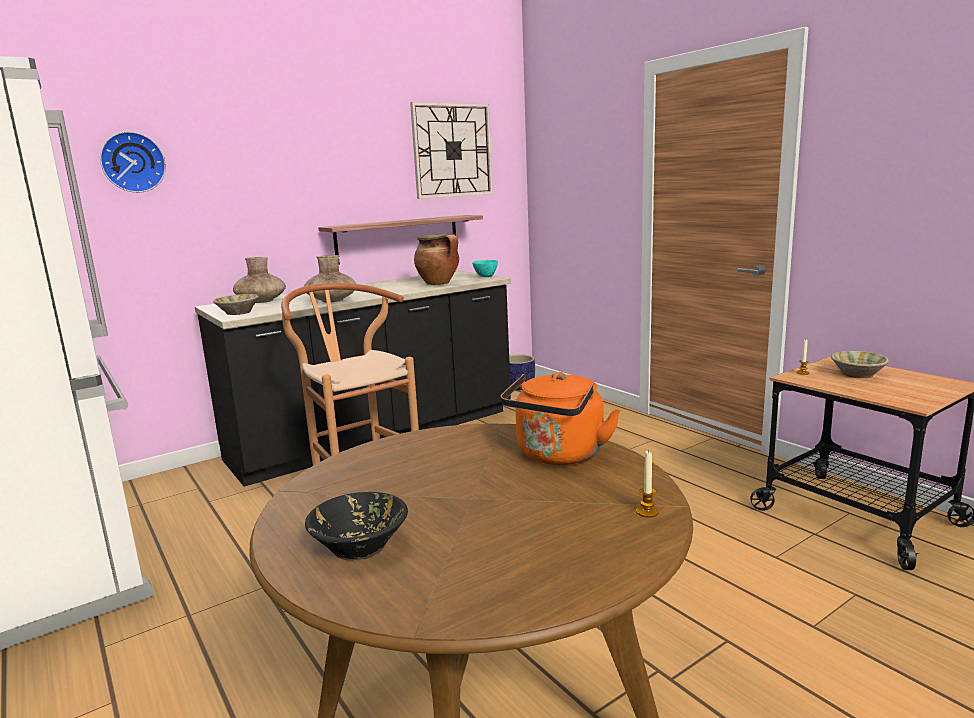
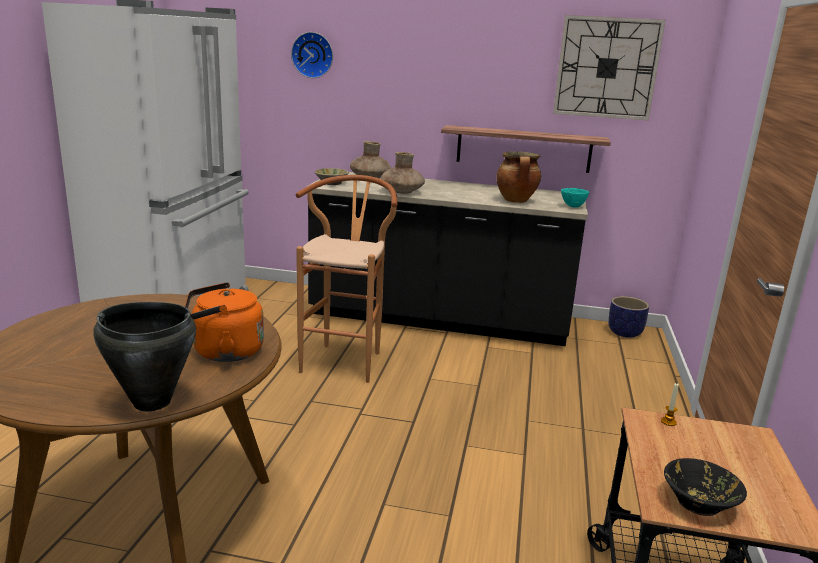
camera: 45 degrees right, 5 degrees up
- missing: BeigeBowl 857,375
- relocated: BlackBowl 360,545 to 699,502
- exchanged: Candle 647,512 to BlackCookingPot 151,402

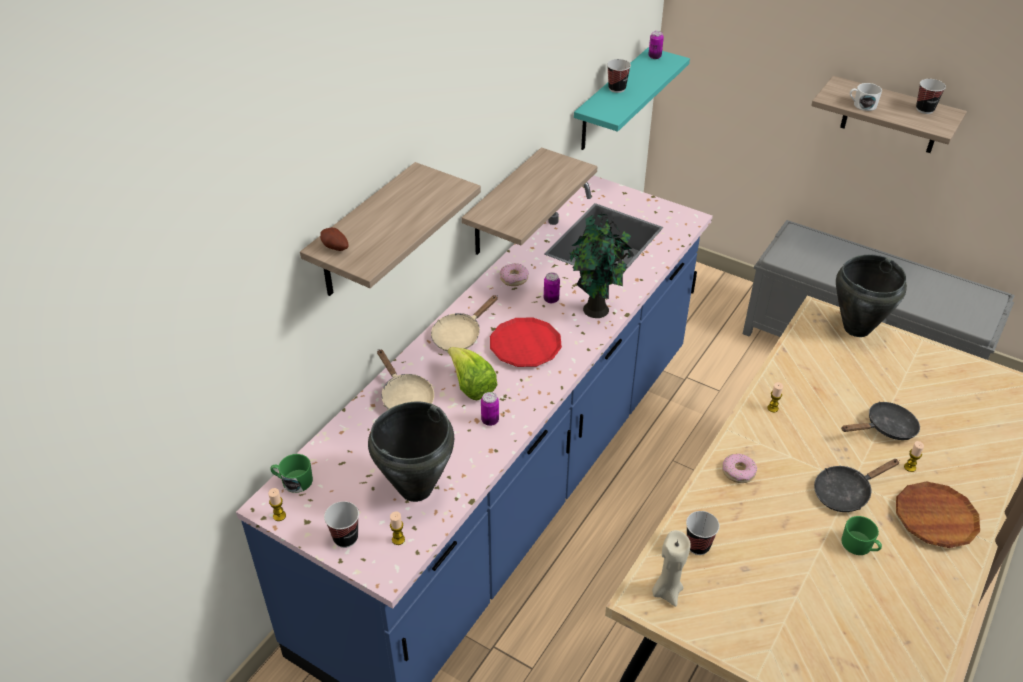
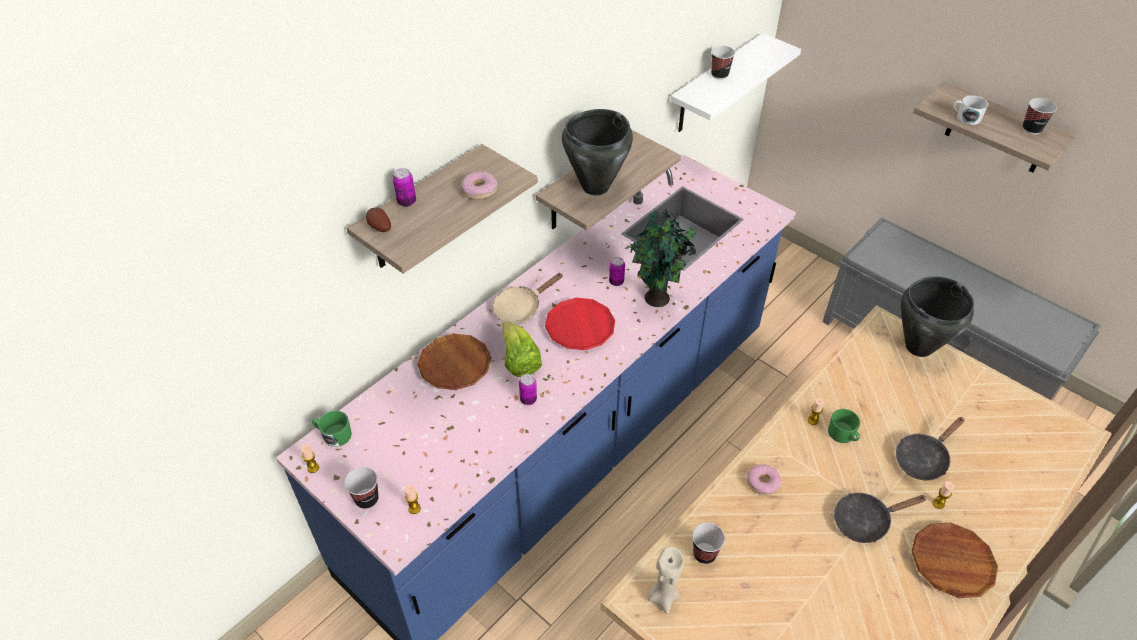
camera: 10 degrees right, 5 degrees up
- relocated: BlackCookingPot 415,489 to 594,187
- relocated: Donut 514,278 to 479,190
- relocated: Can 654,56 to 406,202
- relocated: GreenMug 859,546 to 843,435
- exchanged: BeigeFryingPan 405,398 to BrownPlate 455,365
- colour: TurquoiseShelf 611,100 to WhiteShelf 715,85
- spun: BlackFryingPan 886,428 = 923,458 150 degrees clockwise

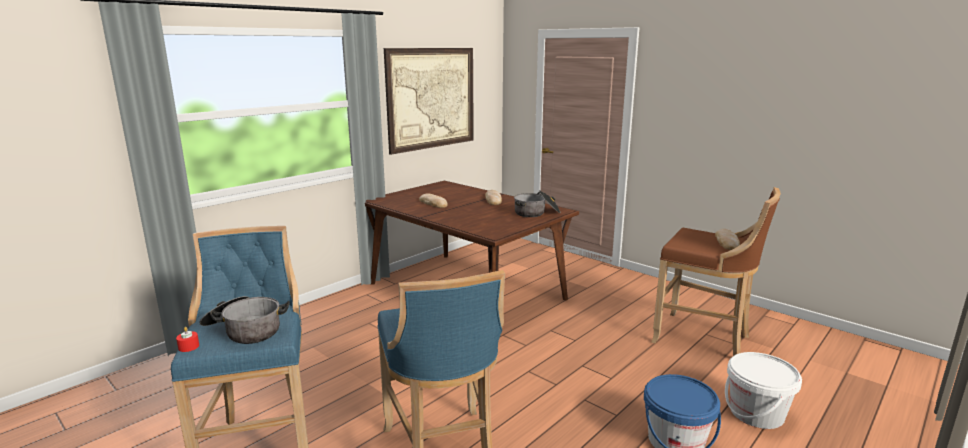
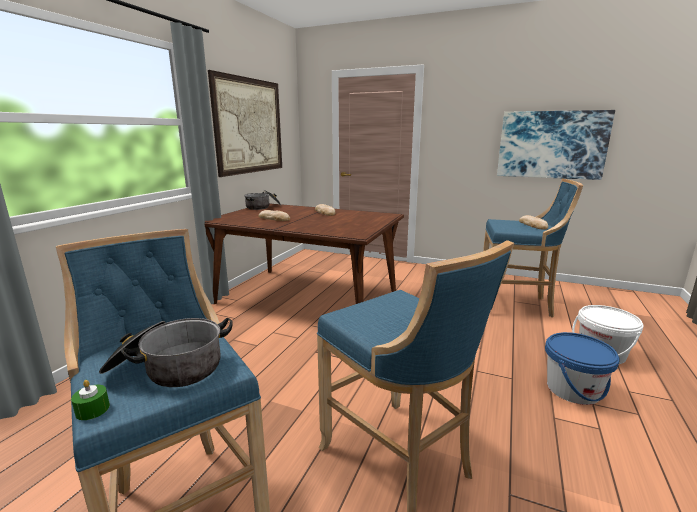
camera: 20 degrees left, 0 degrees up
- appeared: Picture 551,145
- relocated: CookingPot 536,213 to 263,207
- colour: RedCandle 188,347 to GreenCandle 92,410
- colour: BrownStool 704,339 to BlueStool 516,305

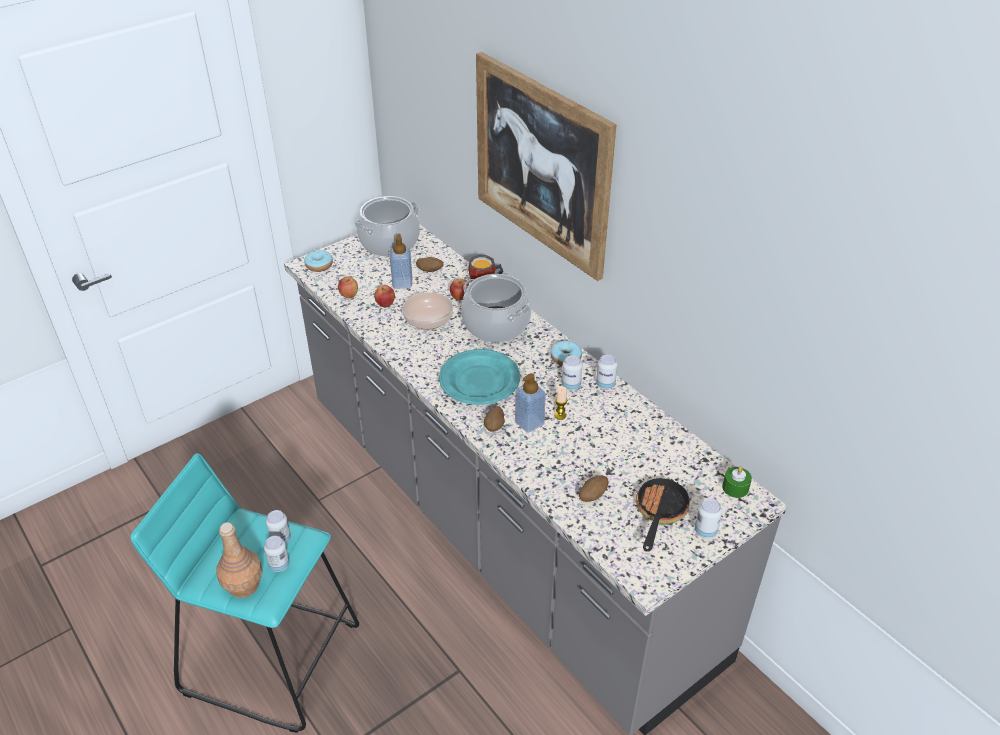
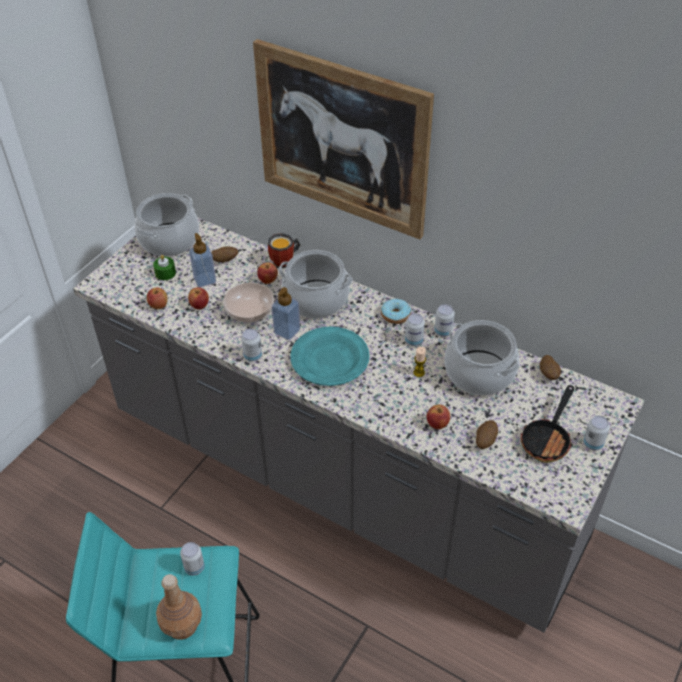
camera: 20 degrees left, 5 degrees up
- missing: Donut 319,265
- appeared: Apple 437,424
- appeared: CookingPot 479,373
- relocated: Can 279,565 to 253,356
- relocated: Potato 494,427 to 548,374
- relocated: SoapDispenser 529,423 to 287,331
- relocated: GreenCandle 735,488 to 165,273
- spun: FryingPan 659,512 = 547,439 150 degrees counterclockwise

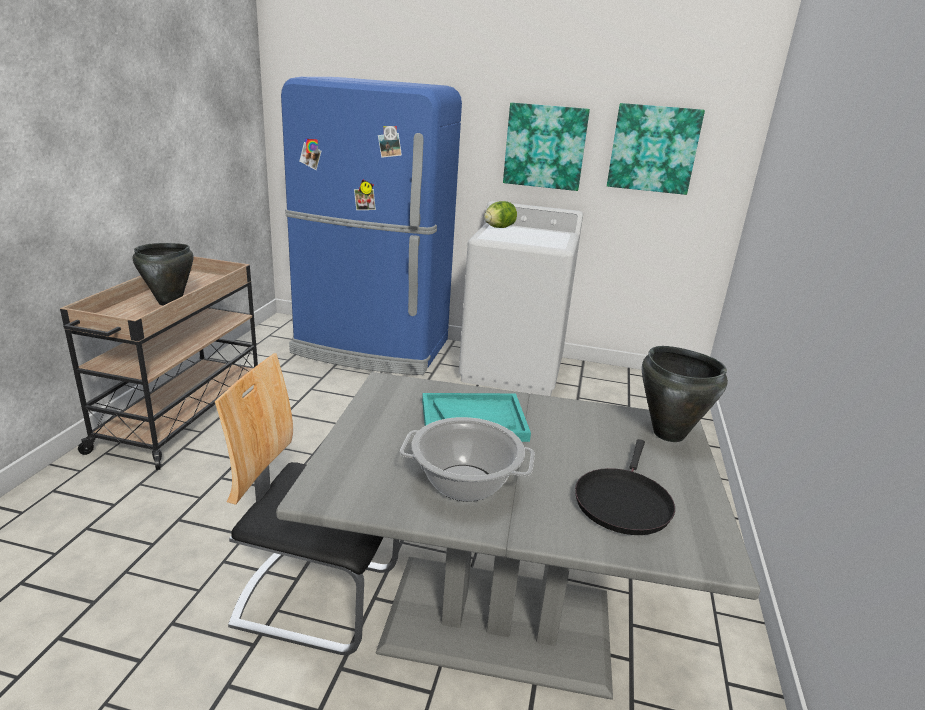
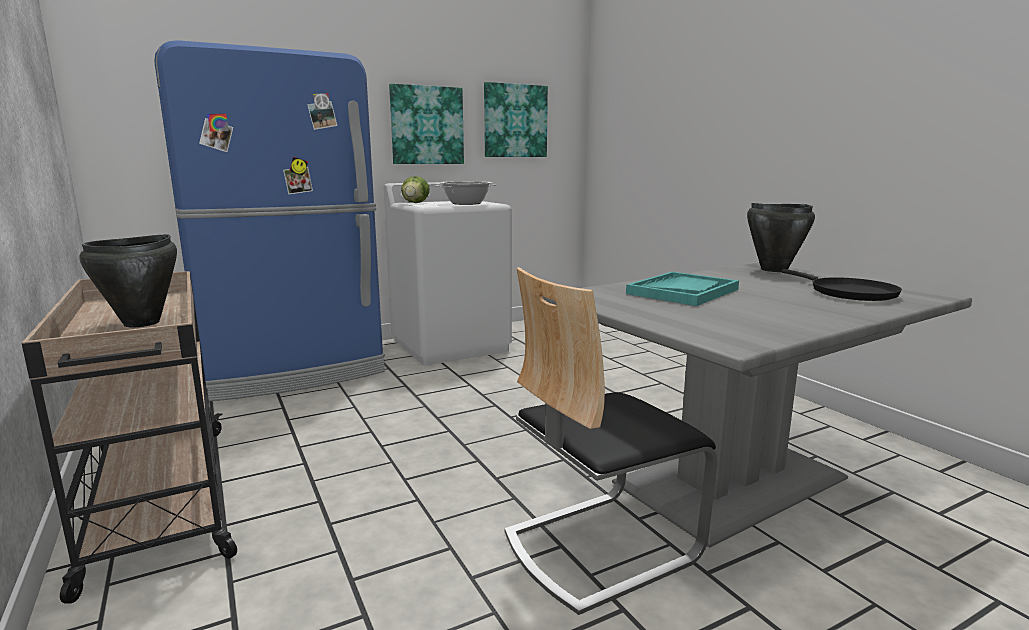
camera: 40 degrees left, 10 degrees down
- relocated: CookingPot 465,483 to 466,203

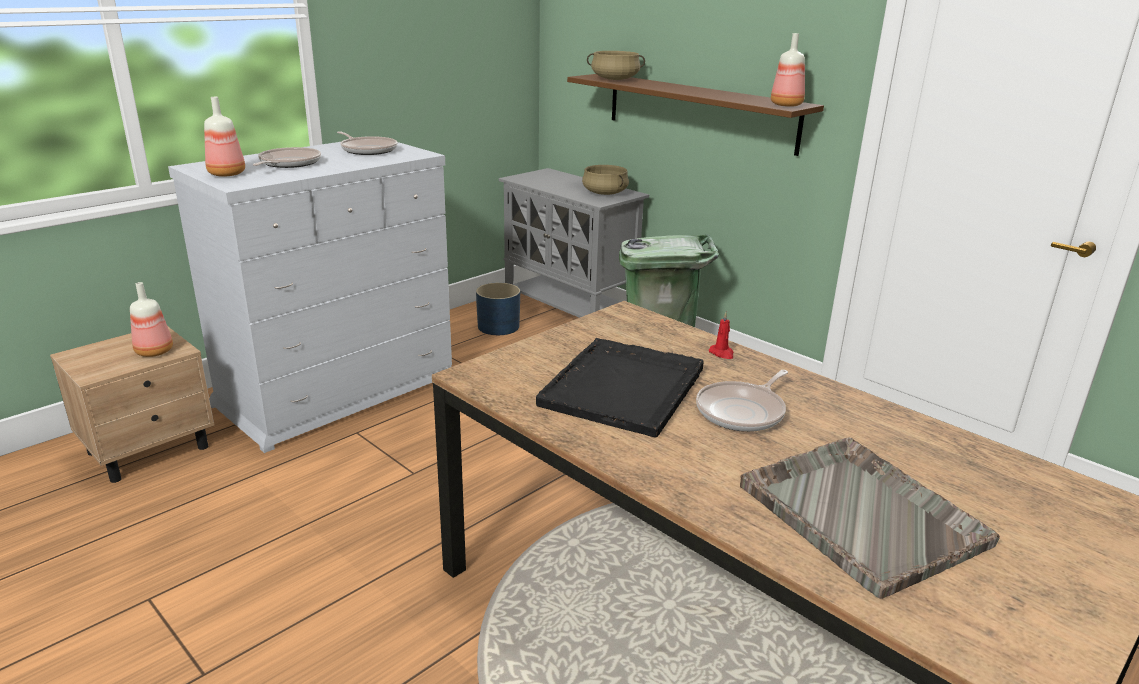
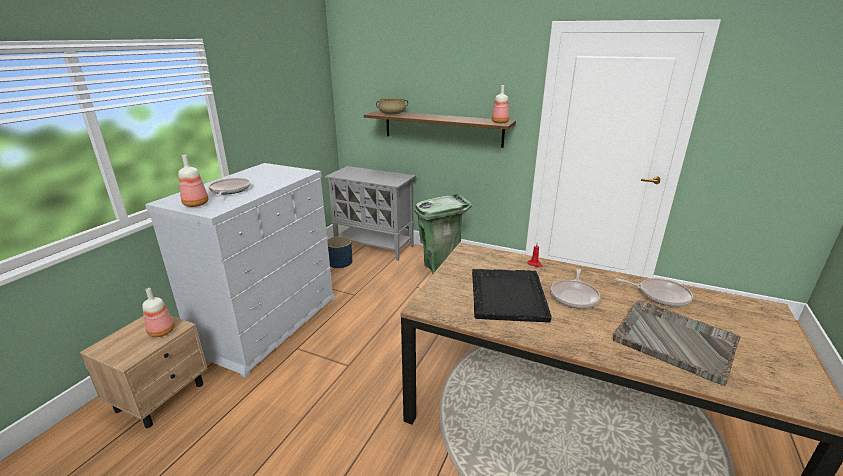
camera: 20 degrees left, 0 degrees up
- missing: BeigeCookingPot 605,193
- relocated: FryingPan 368,150 to 660,295

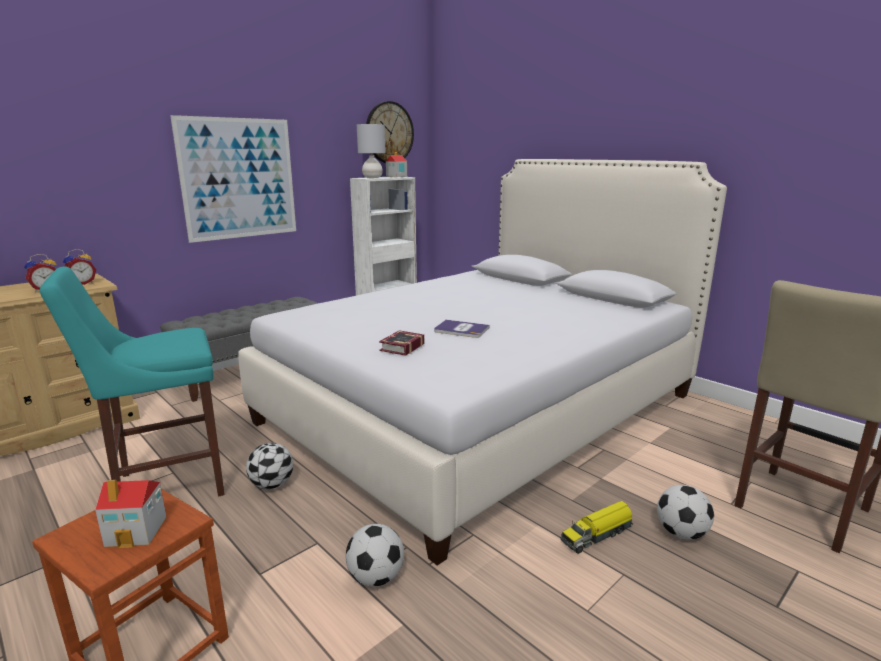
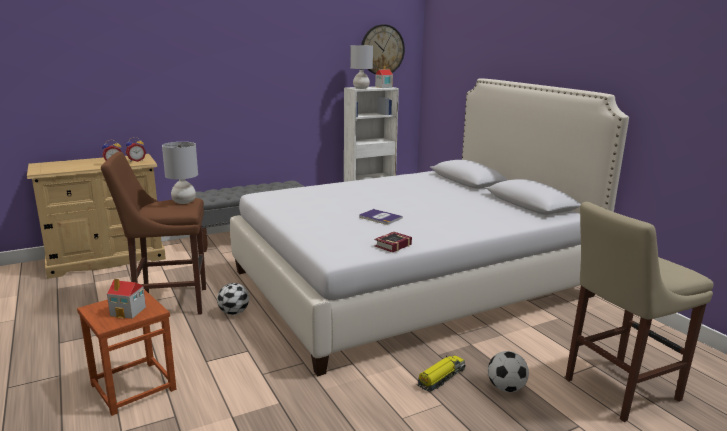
camera: 15 degrees right, 0 degrees up
- missing: Picture 239,179
- missing: Football 376,577
- appeared: GreyTableLamp 184,202
- relocated: Book 400,347 to 391,245
- colour: TurquoiseStool 165,485 to BrownStool 168,303
- spun: ToyTruck 597,534 = 441,378 150 degrees clockwise

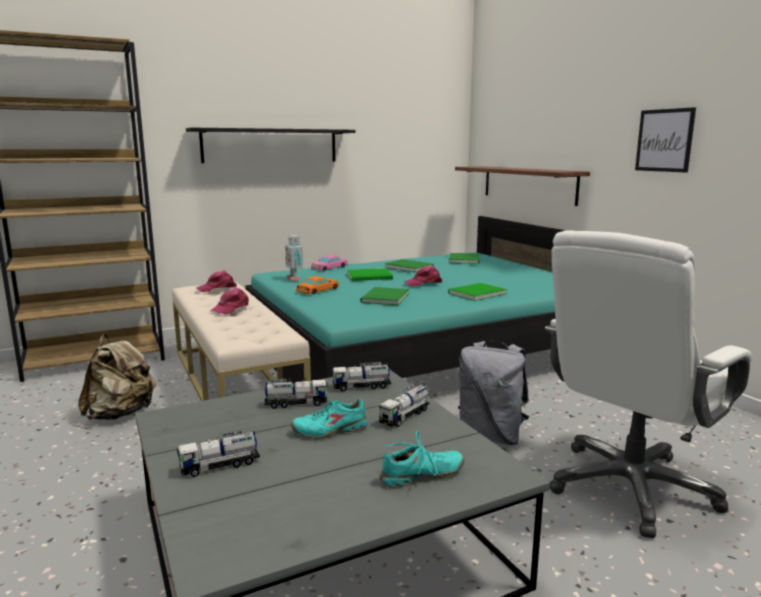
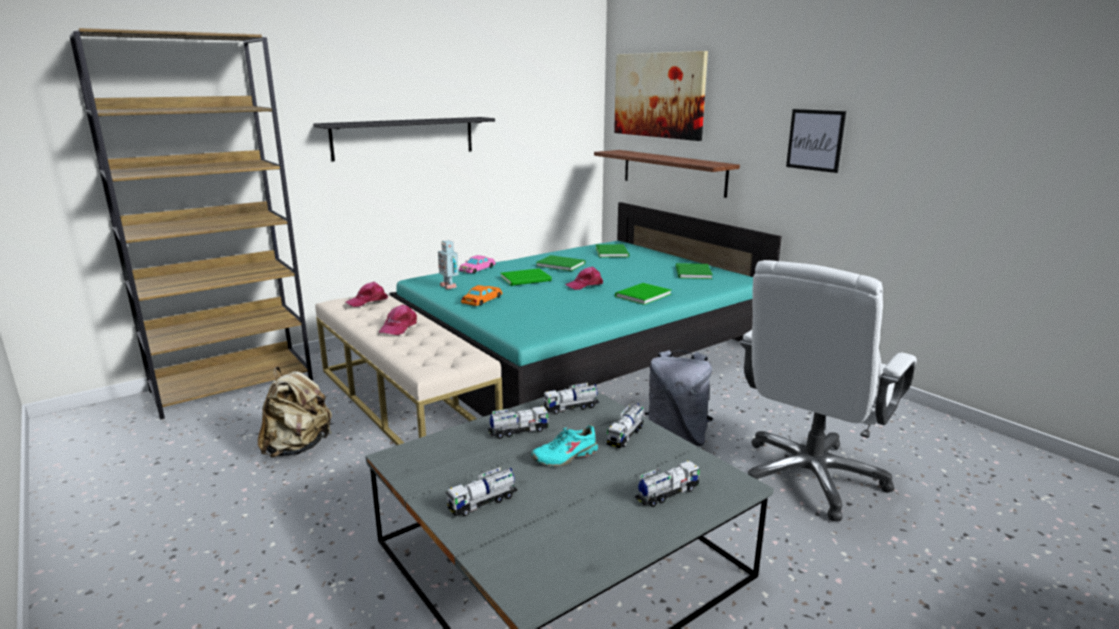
camera: 10 degrees left, 5 degrees up
- appeared: Picture 658,95
- relocated: GreenBook 383,298 to 692,273
- exchanged: TurquoiseShoe 422,476 to ToyTruck 667,494

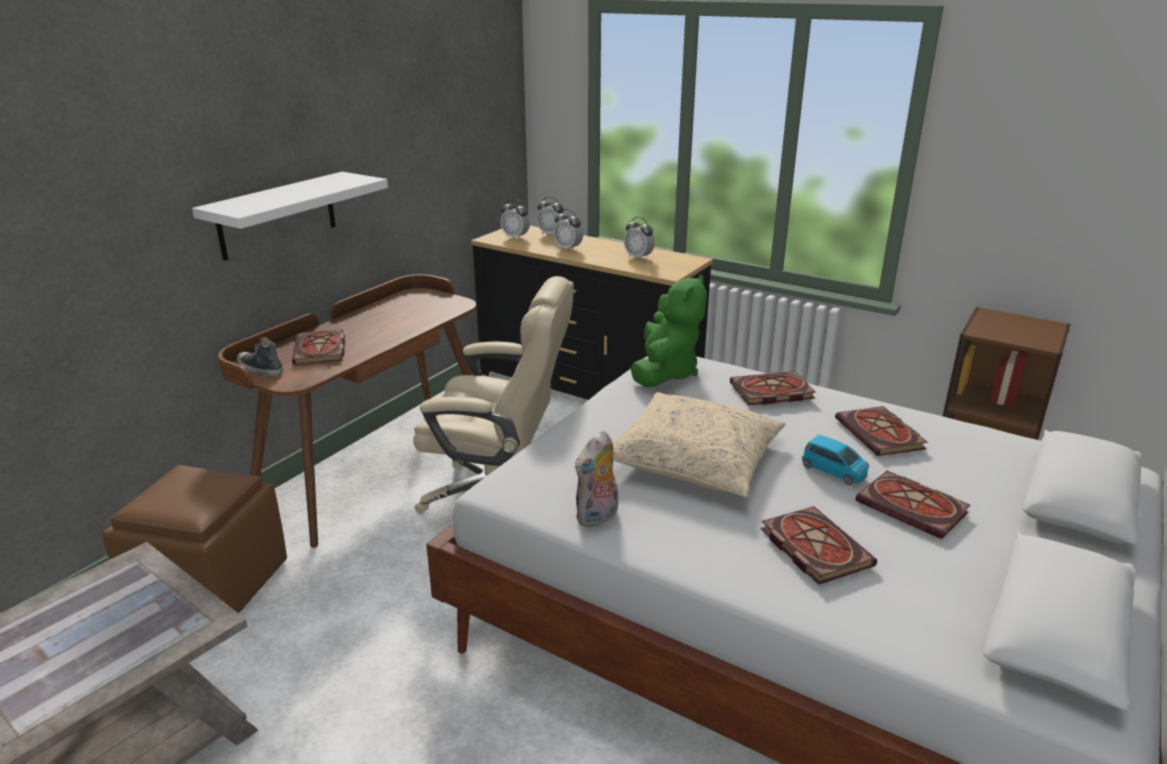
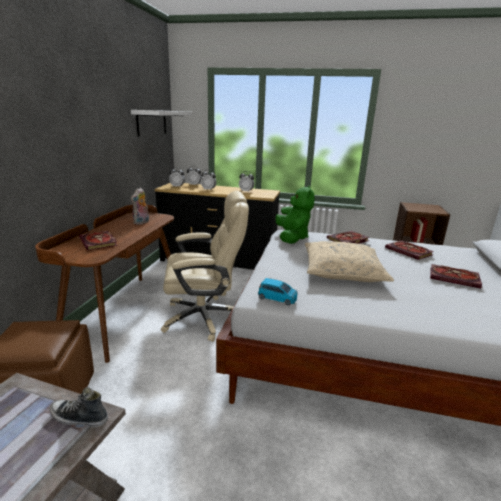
camera: 20 degrees left, 5 degrees down
- missing: Book 812,547
- relocated: WhiteShelf 277,215 to 151,122
- relocated: Shoe 260,369 to 79,417
- relocated: PlushToy 598,517 to 141,222
- relocated: BlueToyCar 833,471 to 277,298

